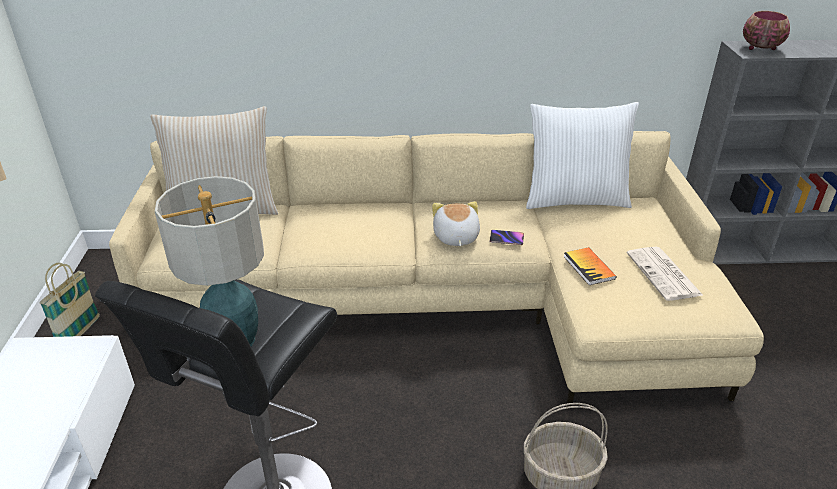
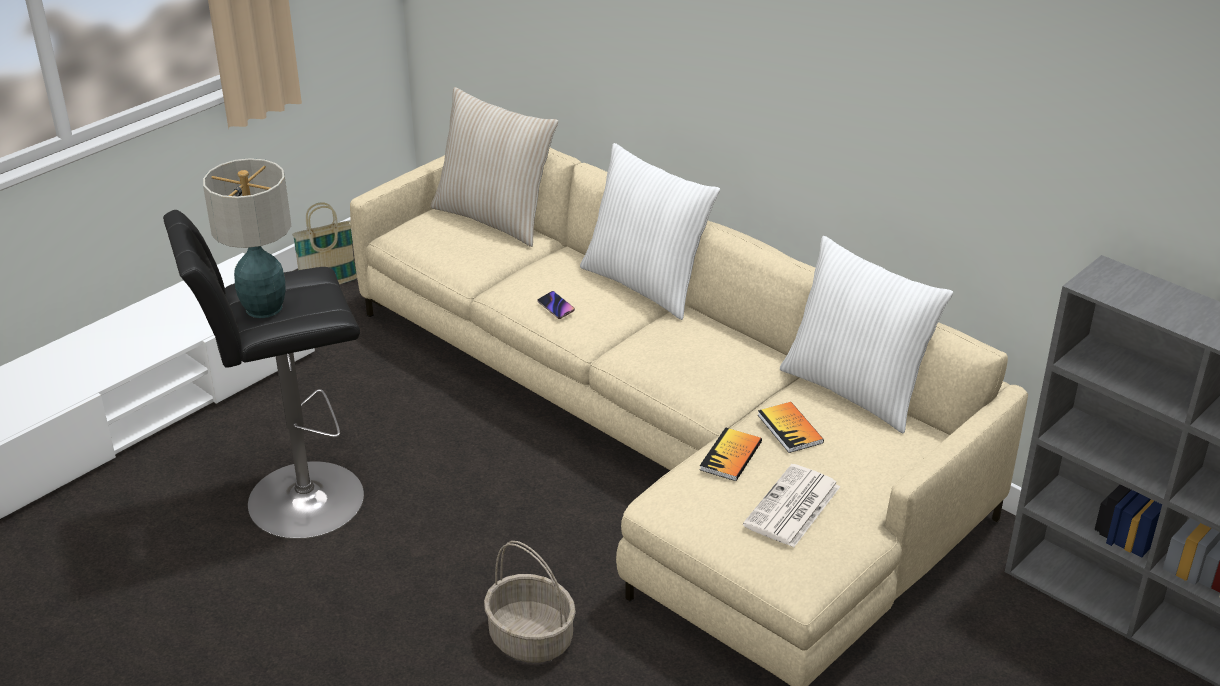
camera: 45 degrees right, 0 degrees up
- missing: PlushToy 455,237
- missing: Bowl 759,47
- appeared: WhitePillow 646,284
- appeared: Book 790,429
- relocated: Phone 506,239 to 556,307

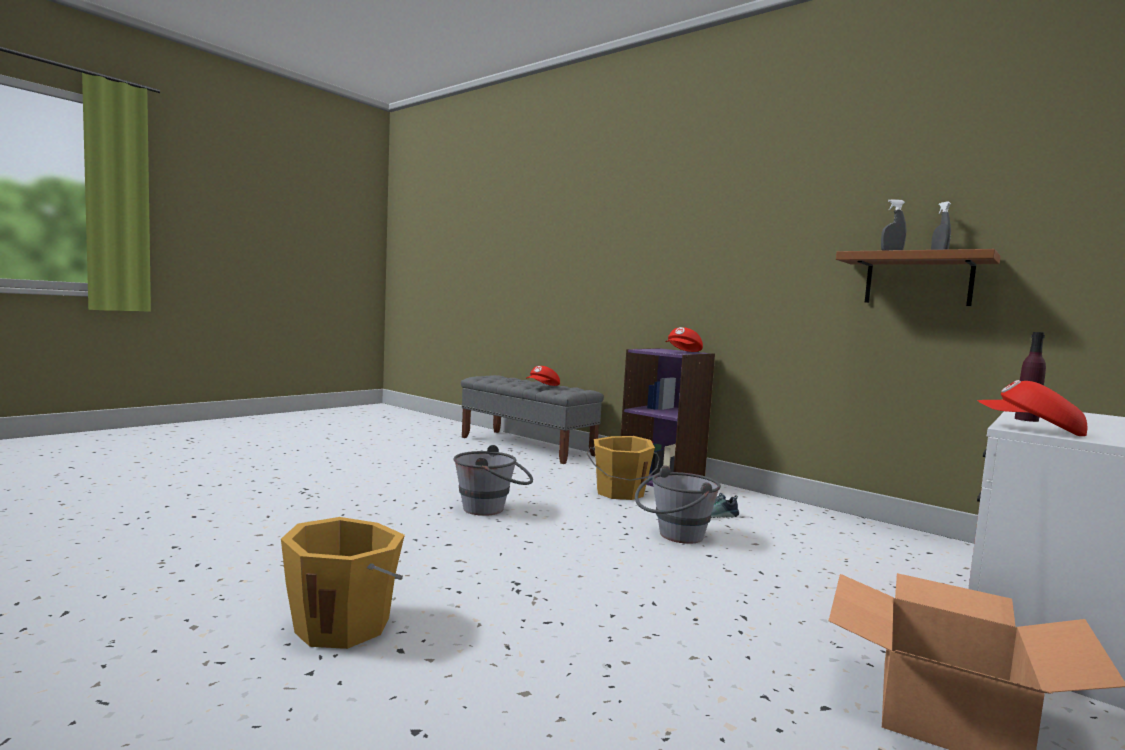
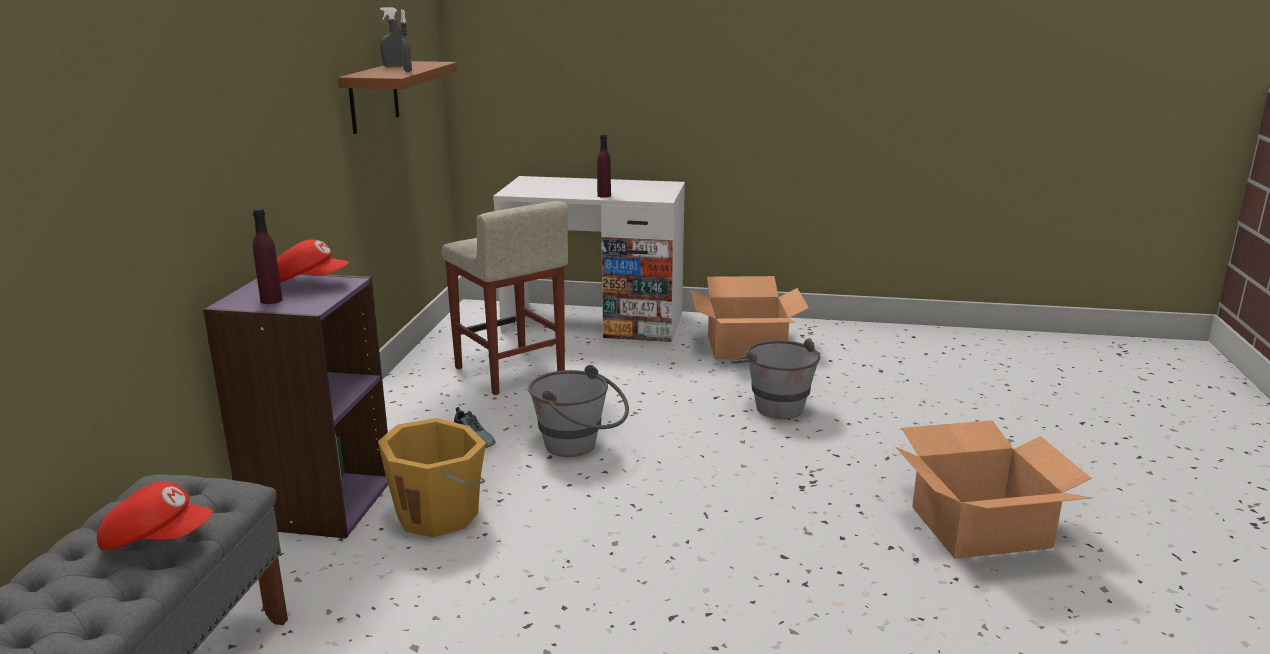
camera: 120 degrees left, 15 degrees up
- missing: RedCap 1031,430
- appeared: PurpleBottle 271,300
- appeared: BeigeStool 510,372
- relocated: GreyBucket 492,509 to 772,404
- exchanged: OrangeBucket 344,624 to CardboardBox 979,526

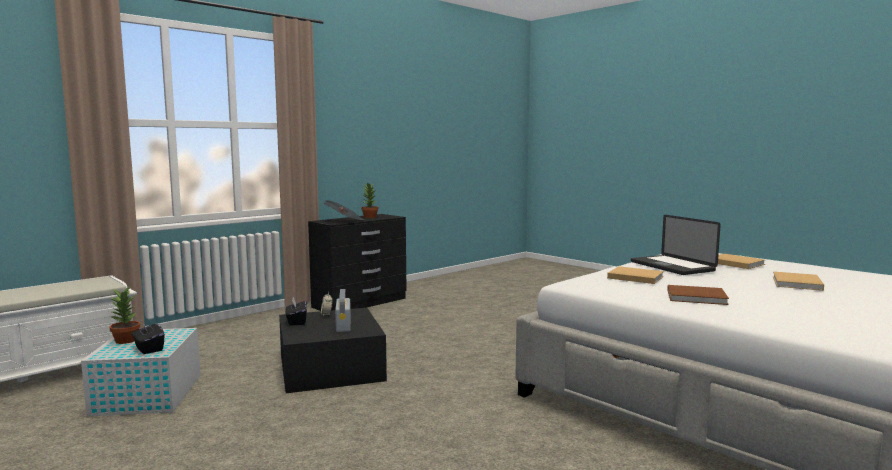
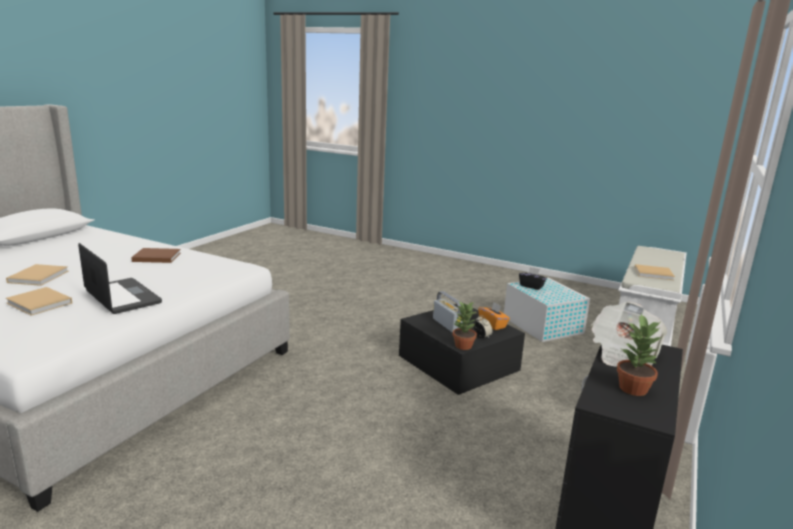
camera: 160 degrees right, 10 degrees up
- relocated: PottedPlant 126,340 to 463,346
- relocated: BeigeBook 633,277 to 654,274
- colour: BlackTissueBox 296,321 to OrangeTissueBox 492,325

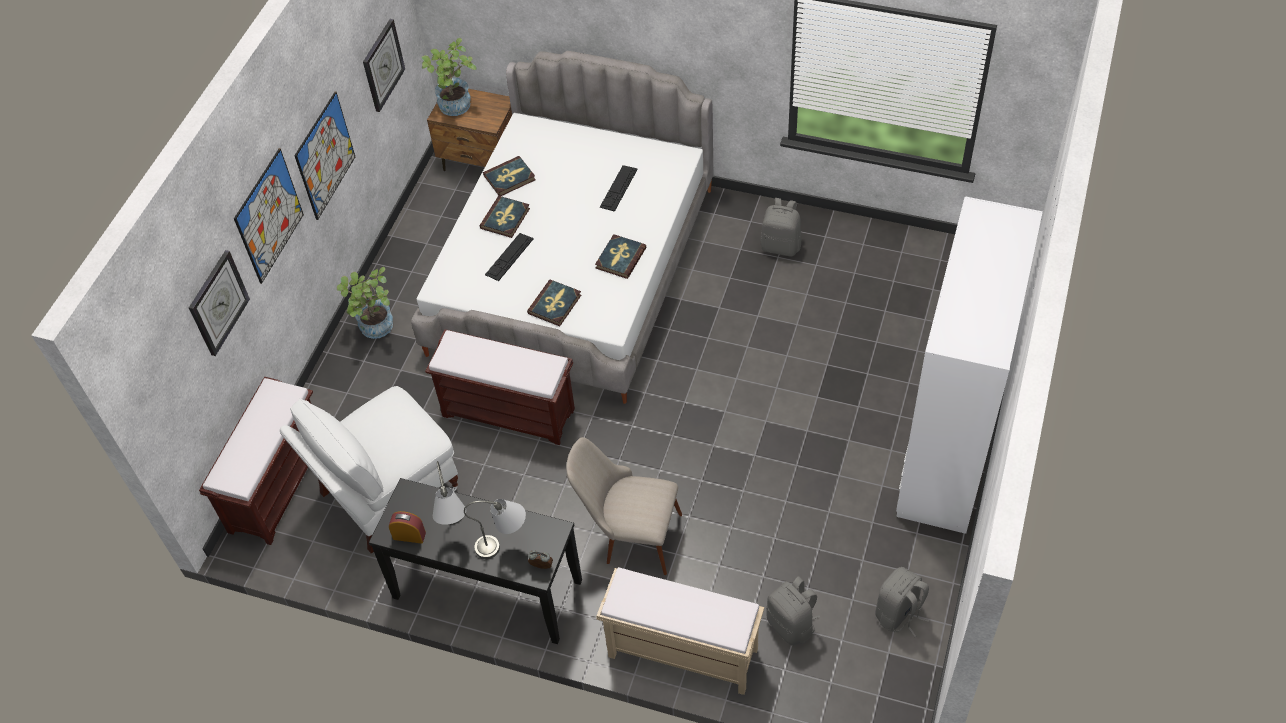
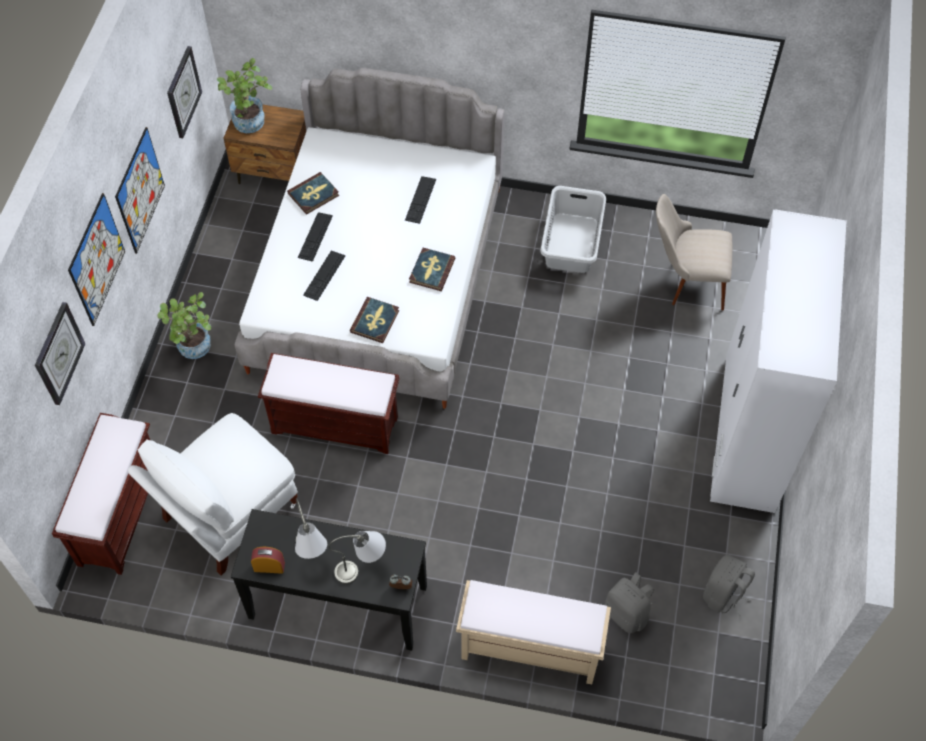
camera: 10 degrees left, 5 degrees up
- relocated: BeigeChair 629,535 to 685,282
- exchanged: Book 505,218 to Keyboard 315,236
- exchanged: GreyBackpack 781,246 to GreyLaundryBasket 572,242

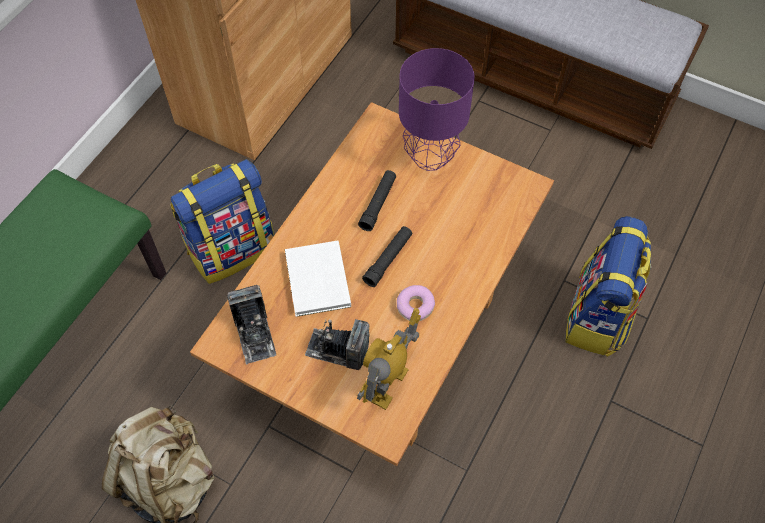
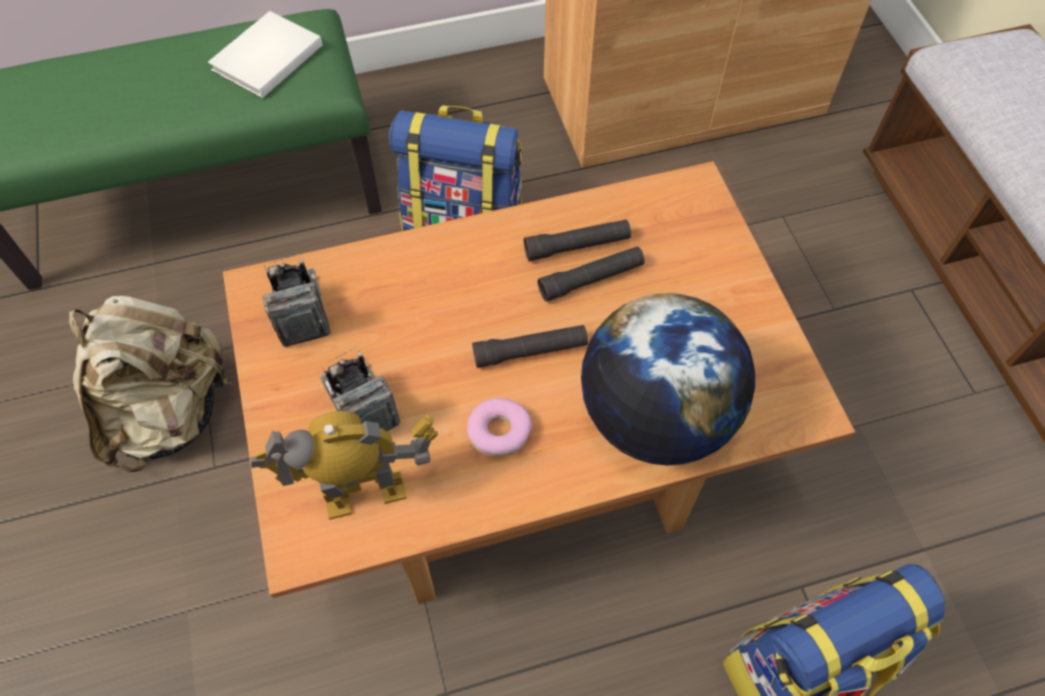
camera: 45 degrees right, 0 degrees up
- missing: PurpleTableLamp 429,157
- appeared: BlackFlashlight 577,246
- appeared: Globe 655,416
- relocated: WhiteBook 316,282 to 264,59
- spun: PhotoCamera 255,334 = 300,309 135 degrees clockwise

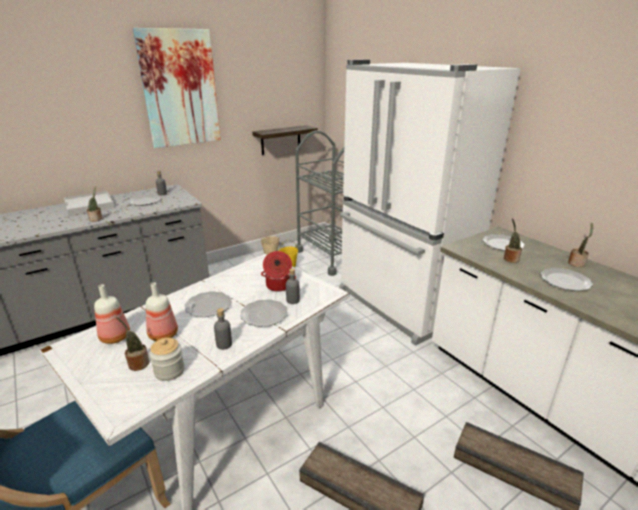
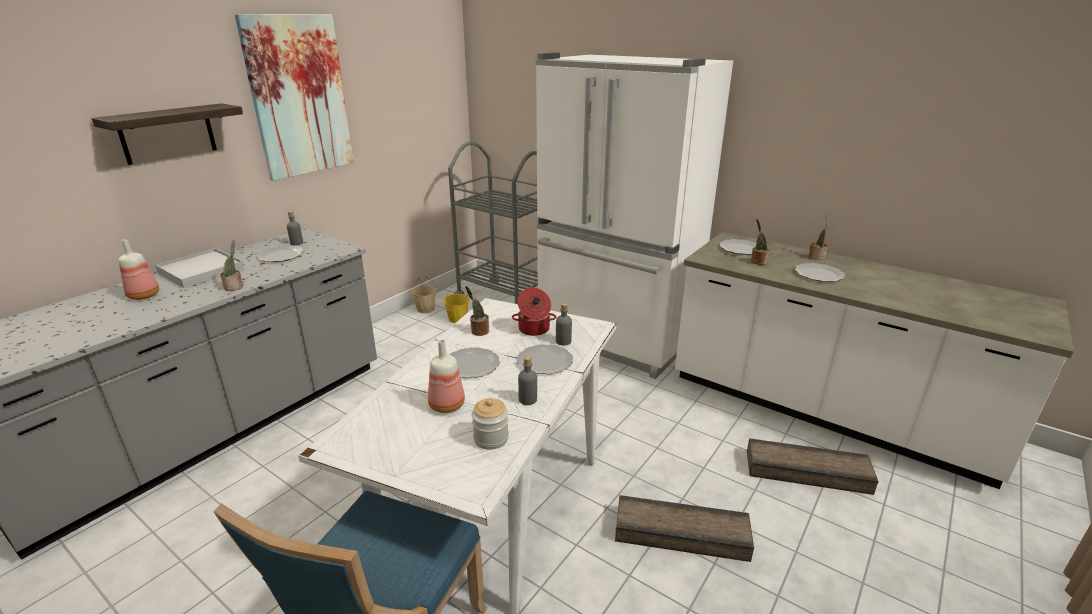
camera: 20 degrees left, 0 degrees up
- relocated: Bottle 116,337 to 145,295
- relocated: PottedPlant 137,363 to 478,331
- relocated: Shelf 280,140 to 167,133

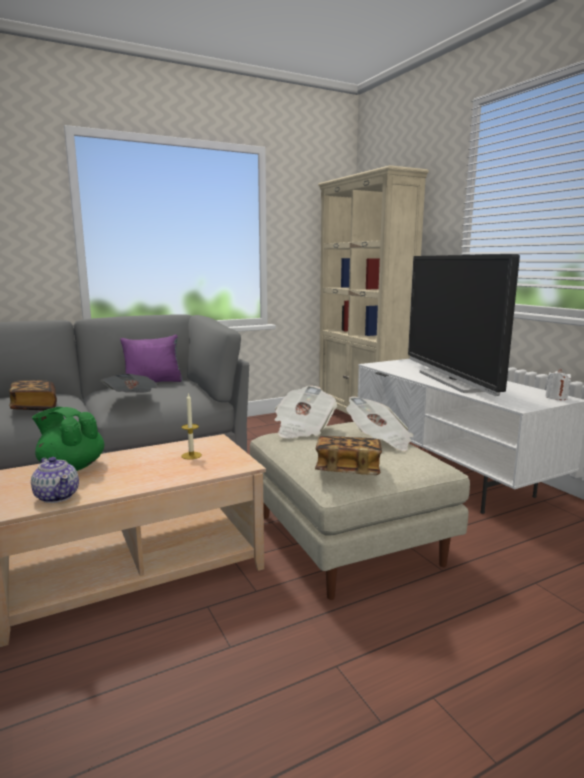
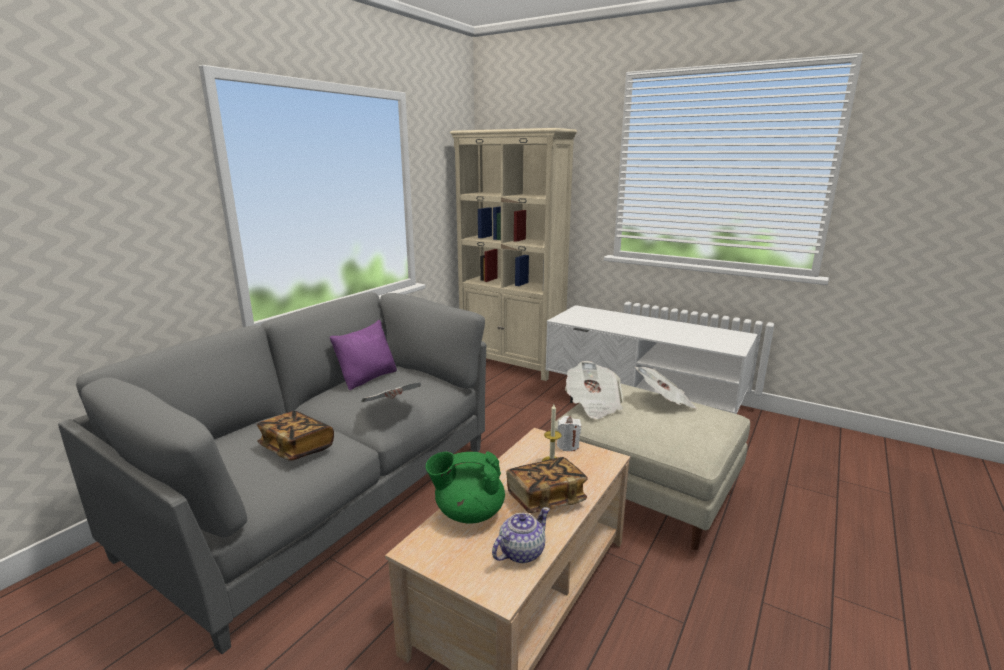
camera: 30 degrees left, 5 degrees up
- missing: Television 452,381
- relocated: Book 347,470 to 545,498
- relocated: WhiteCandle 556,398 to 568,445
- spun: Teapot 57,496 = 520,552 60 degrees counterclockwise

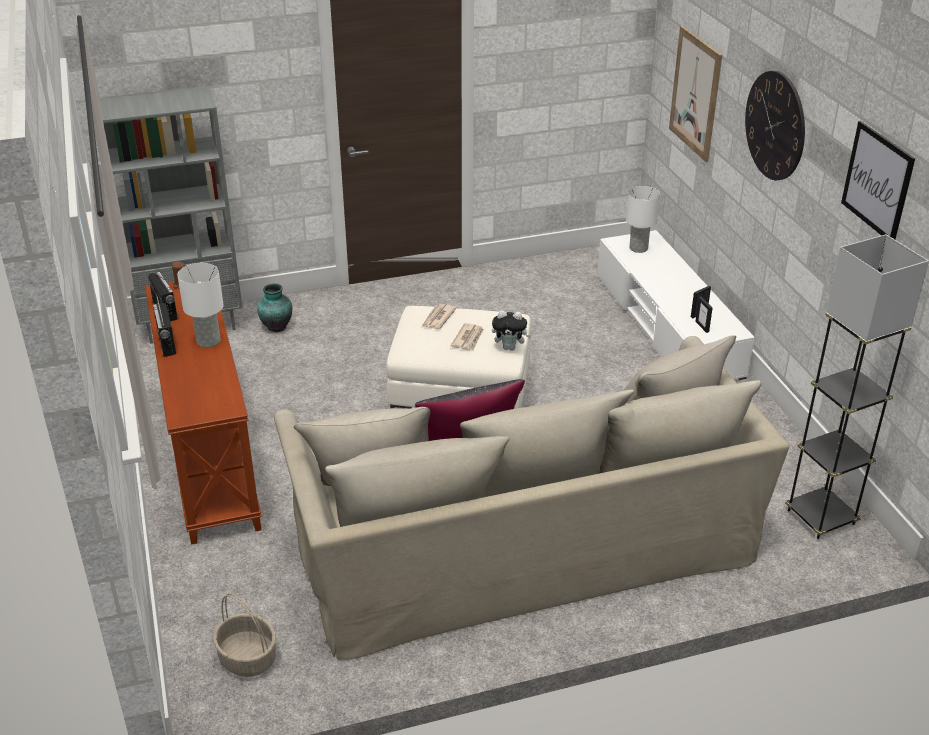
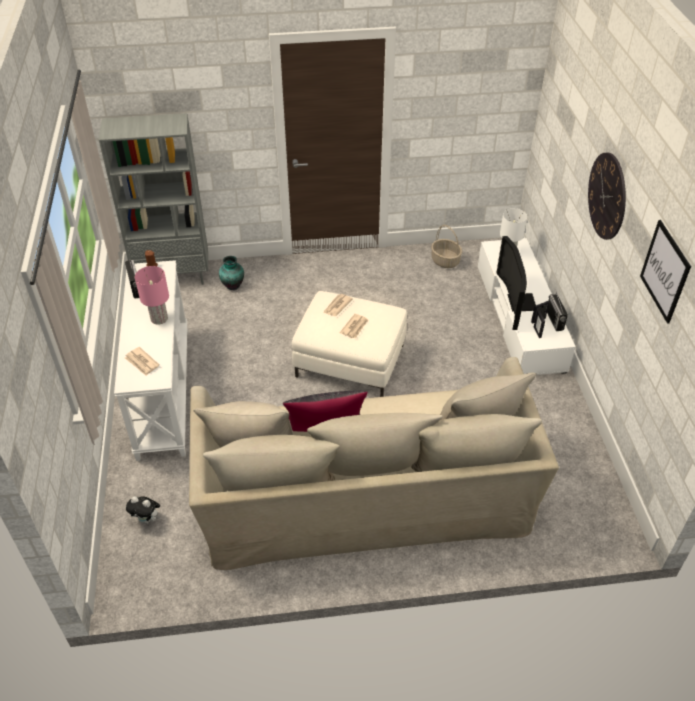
camera: 10 degrees right, 10 degrees up
- missing: Picture 695,93
- missing: GreyFloorLamp 821,517
- appeared: Newspaper 142,362
- appeared: Television 517,302
- relocated: Radio 166,343 to 554,320
- relocated: Basket 248,658 to 445,261
- relocated: PlushToy 510,347 to 147,519
- colour: BrownConsoleTable 208,457 to WhiteConsoleTable 162,390
- colour: WhiteTableLamp 208,341 to PinkTableLamp 159,319

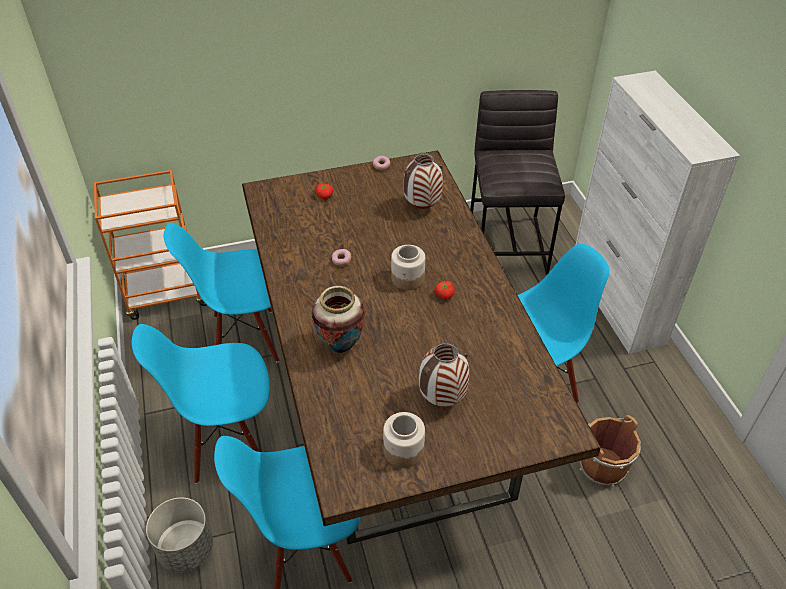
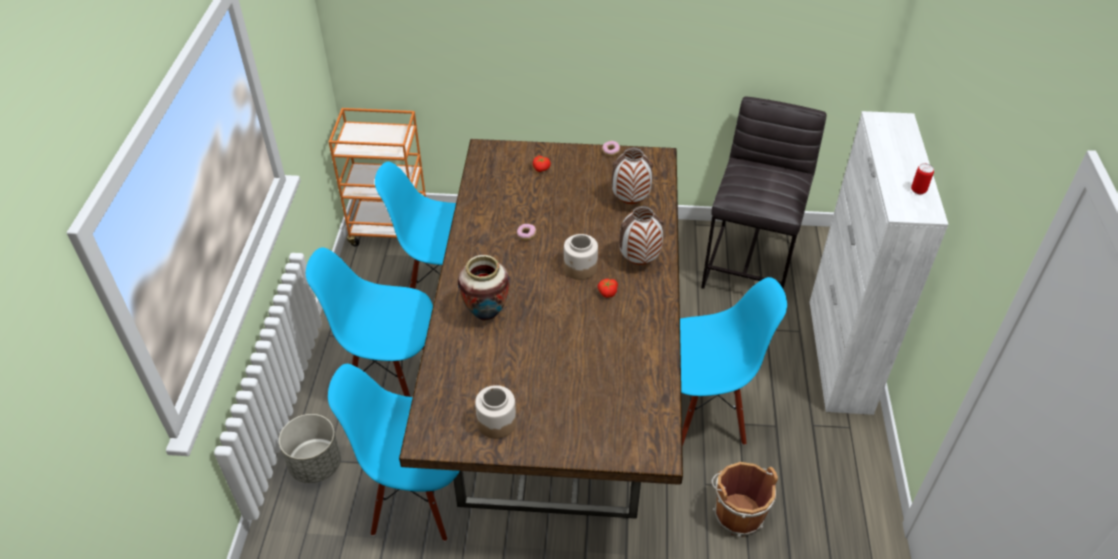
camera: 20 degrees right, 0 degrees up
- appeared: Can 918,190
- relocated: Vase 442,399 to 639,261

